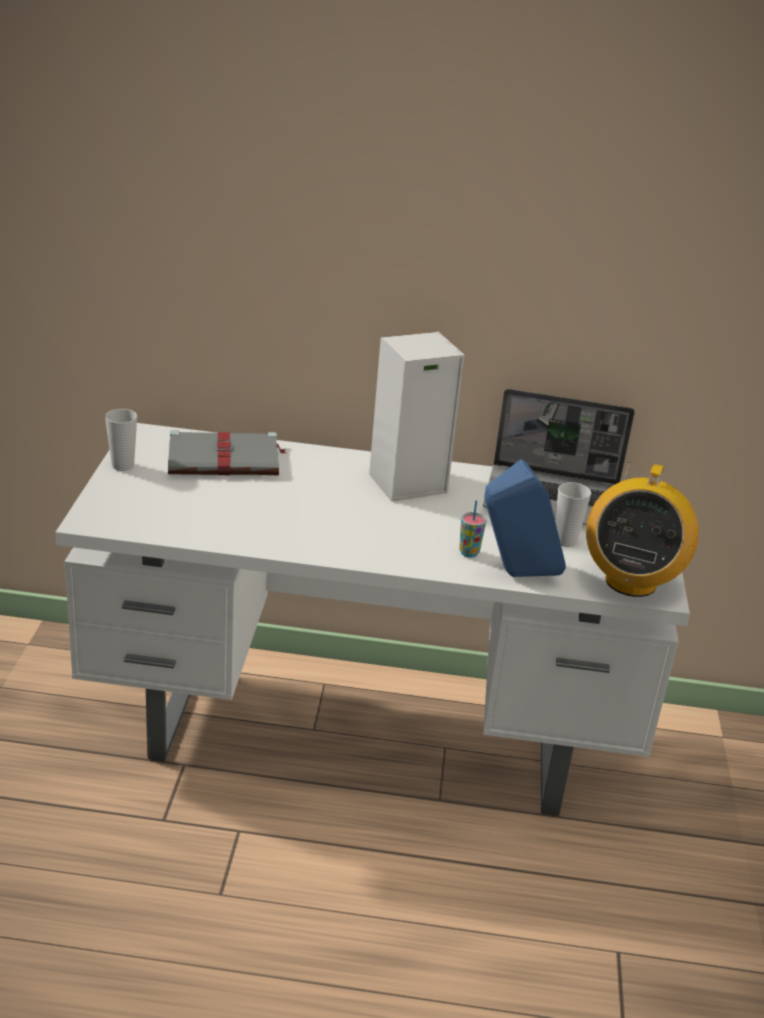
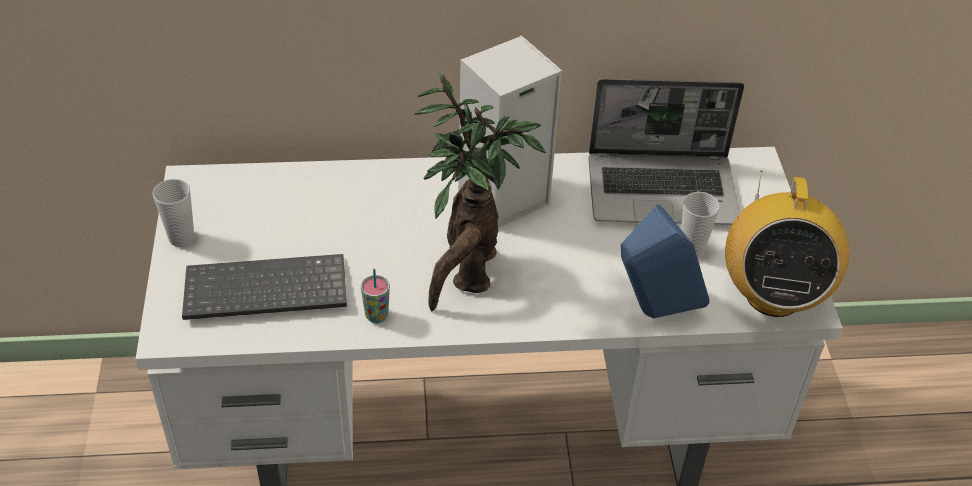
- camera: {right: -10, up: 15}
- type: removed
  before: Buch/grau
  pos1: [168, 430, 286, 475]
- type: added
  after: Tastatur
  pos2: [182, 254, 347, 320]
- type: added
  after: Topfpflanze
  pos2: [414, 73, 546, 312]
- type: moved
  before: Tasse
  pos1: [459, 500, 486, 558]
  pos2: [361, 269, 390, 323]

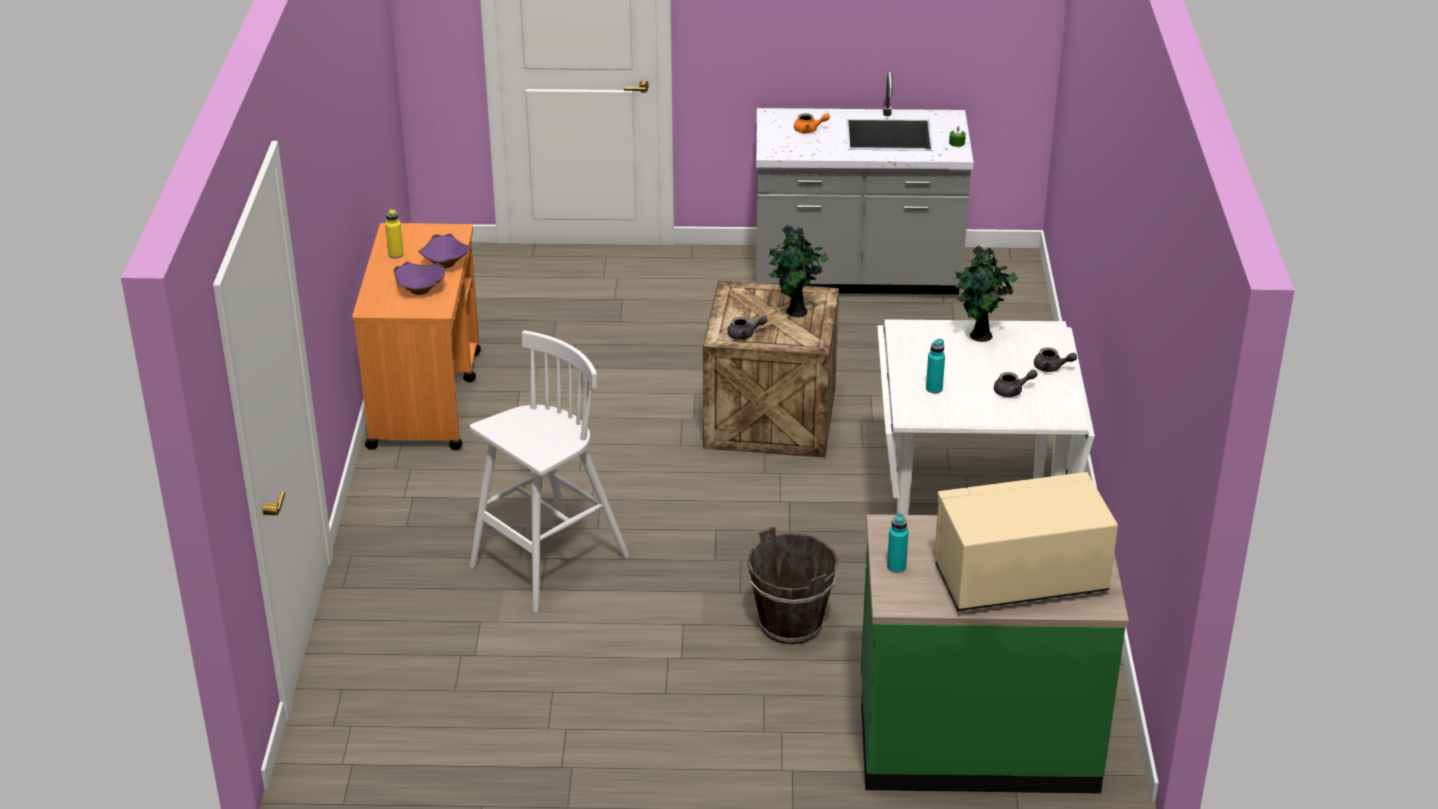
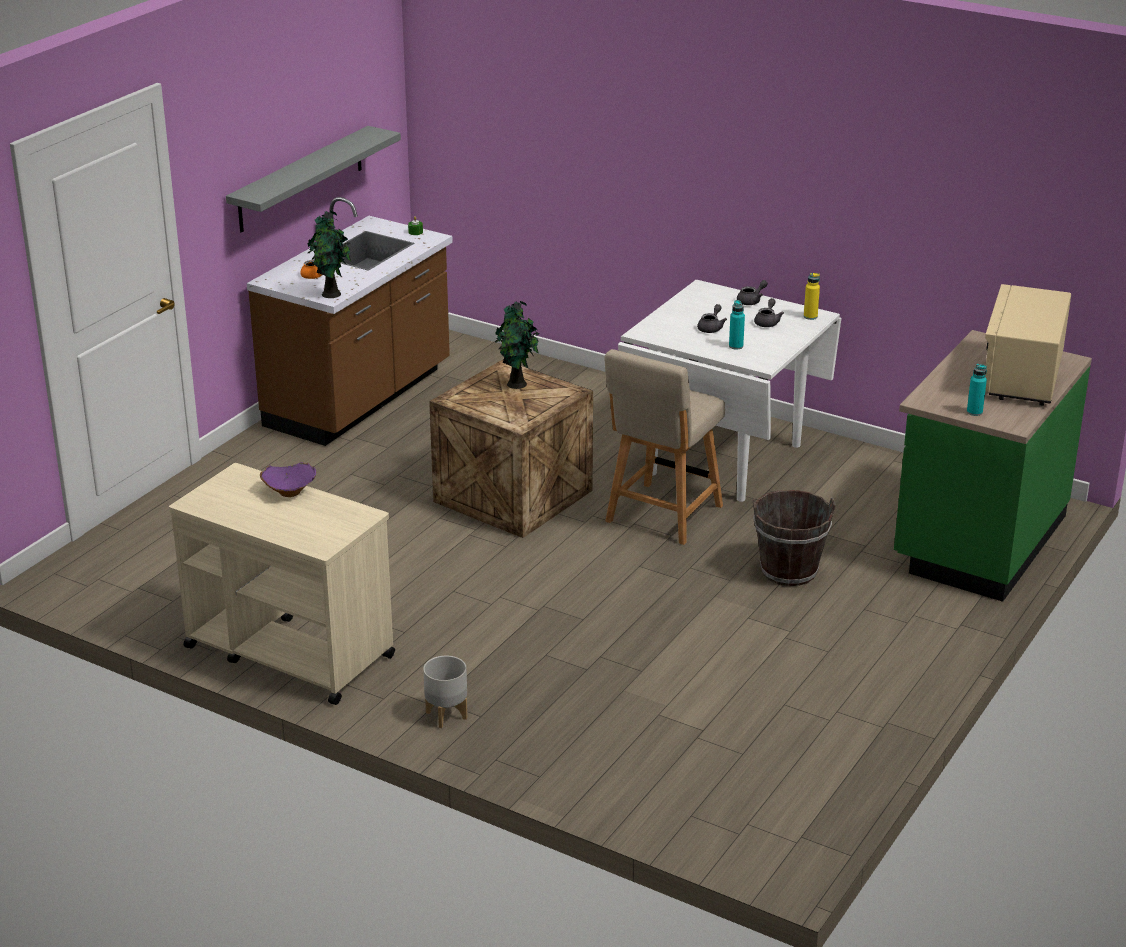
- camera: {right: -60, up: -5}
- type: removed
  before: Schüssel/lila
  pos1: [394, 261, 445, 295]
- type: removed
  before: Hocker/weiß
  pos1: [470, 330, 629, 612]
- type: added
  after: Wandregal/grau
  pos2: [226, 126, 401, 233]
- type: added
  after: Pflanzkübel/grau
  pos2: [423, 656, 467, 728]
- type: added
  after: Stuhl/beige
  pos2: [605, 349, 725, 545]
- type: moved
  before: Flasche/gelb
  pos1: [385, 209, 404, 258]
  pos2: [804, 273, 820, 320]
- type: moved
  before: Teekanne/grau
  pos1: [727, 316, 768, 340]
  pos2: [697, 304, 727, 333]
- type: moved
  before: Topfpflanze
  pos1: [955, 245, 1018, 342]
  pos2: [308, 211, 351, 298]
- type: recoloured
  before: Rollwagen/orange
  after: Rollwagen/beige
  pos1: [352, 223, 481, 450]
  pos2: [169, 463, 395, 705]
- type: recoloured
  before: Küchenzeile/grau
  after: Küchenzeile/braun
  pos1: [756, 71, 974, 294]
  pos2: [247, 197, 453, 446]

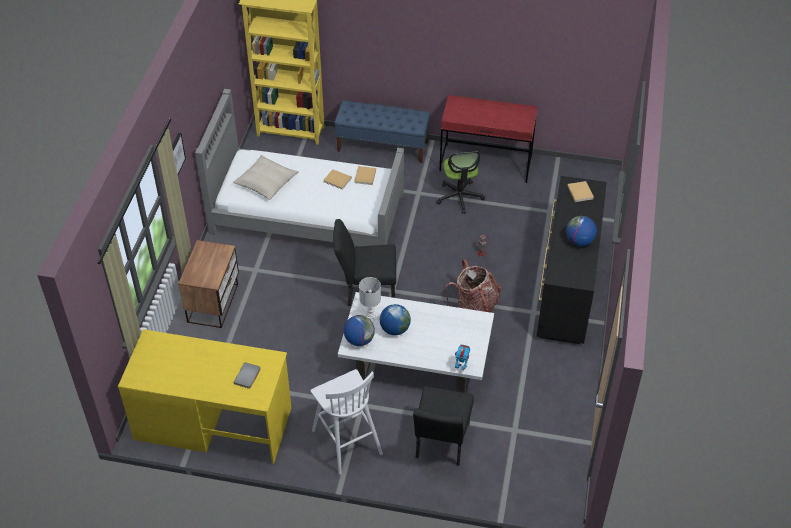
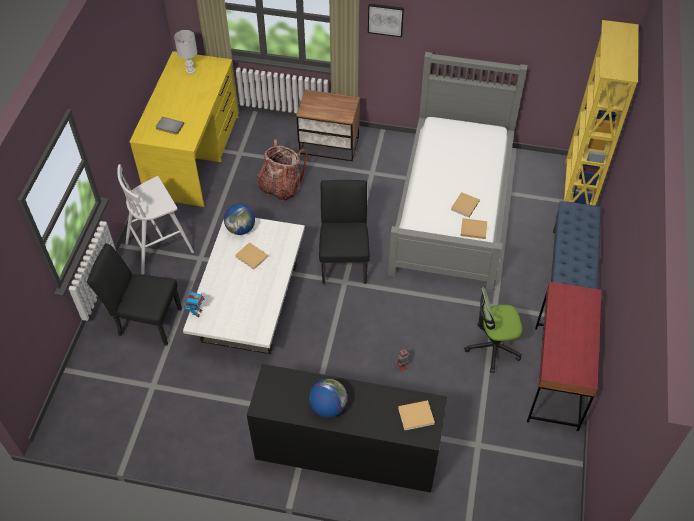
- camera: {right: 90, up: 5}
- type: removed
  before: Kissen/beige
  pos1: [233, 155, 299, 200]
- type: moved
  before: Tischlampe/weiß
  pos1: [359, 277, 381, 319]
  pos2: [174, 30, 197, 74]
- type: moved
  before: Rucksack
  pos1: [445, 259, 501, 313]
  pos2: [257, 139, 307, 201]
- type: replaced
  before: Globus
  after: Buch/beige
  pos1: [380, 304, 411, 335]
  pos2: [235, 242, 268, 270]

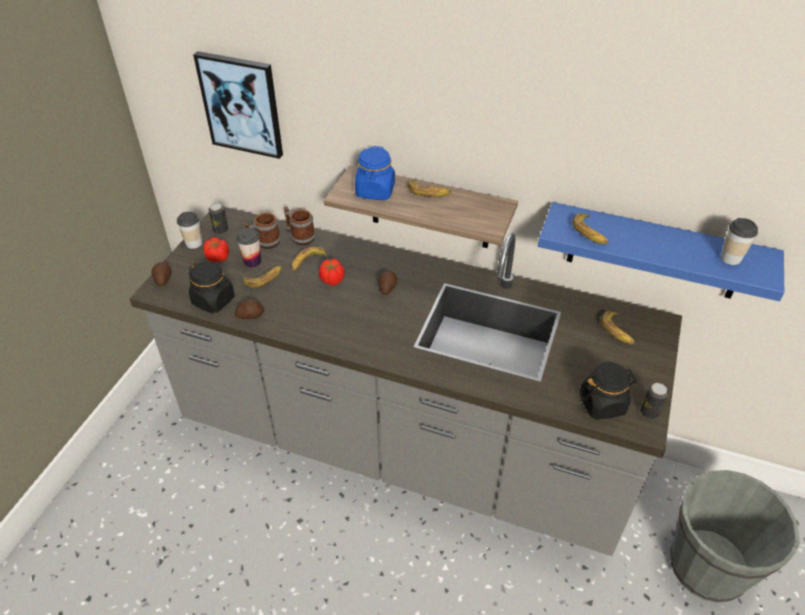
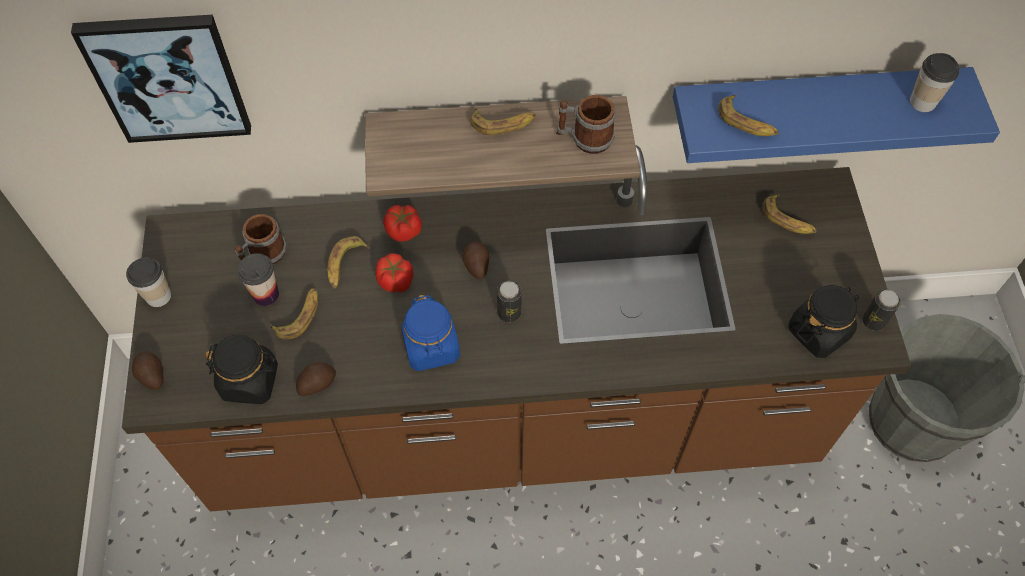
- camera: {right: -25, up: 15}
- type: moved
  before: Tomate
  pos1: [203, 237, 229, 262]
  pos2: [383, 205, 422, 242]
- type: moved
  before: Dose
  pos1: [208, 203, 228, 234]
  pos2: [497, 281, 522, 322]
- type: moved
  before: Henkelbecher
  pos1: [284, 207, 316, 245]
  pos2: [556, 95, 616, 154]
- type: moved
  before: Vorratsglas/blau
  pos1: [355, 146, 395, 200]
  pos2: [401, 295, 460, 371]
- type: recoloured
  before: Küchenzeile/grau
  after: Küchenzeile/braun
  pos1: [129, 207, 682, 556]
  pos2: [122, 145, 911, 511]

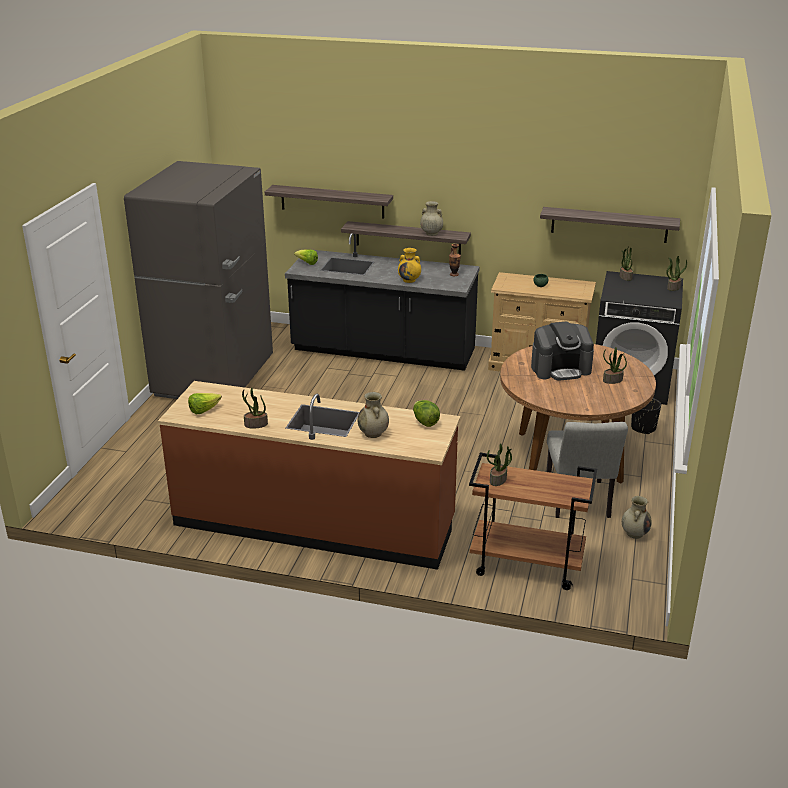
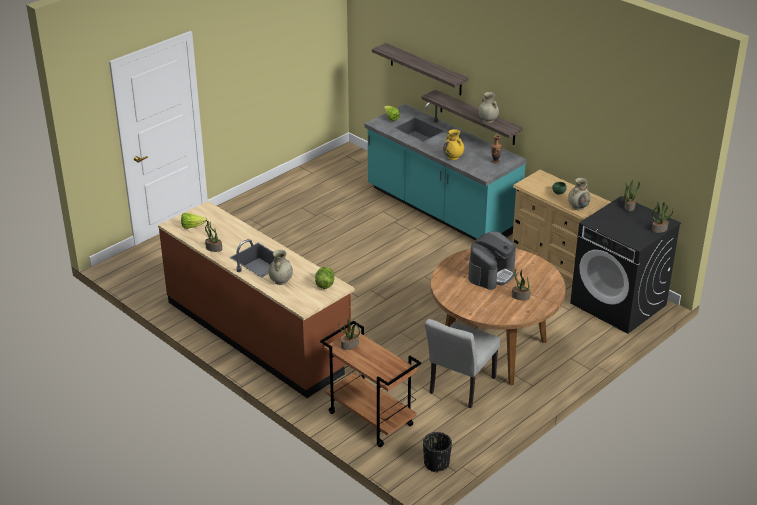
- camera: {right: 30, up: 5}
- type: removed
  before: Kühlschrank/grau
  pos1: [124, 161, 273, 399]
- type: removed
  before: Wandregal
  pos1: [540, 207, 680, 243]
- type: moved
  before: Vase/beige
  pos1: [622, 496, 652, 539]
  pos2: [568, 178, 591, 210]
- type: moved
  before: Pflanzkübel/schwarz
  pos1: [631, 398, 661, 434]
  pos2: [423, 432, 452, 472]
- type: recoloured
  before: Küchenzeile/schwarz
  after: Küchenzeile/türkis
  pos1: [285, 233, 480, 371]
  pos2: [364, 102, 527, 240]
- type: turned
  before: Kaffeemaschine
  pos1: [531, 322, 594, 381]
  pos2: [468, 231, 516, 290]
  turn: -75

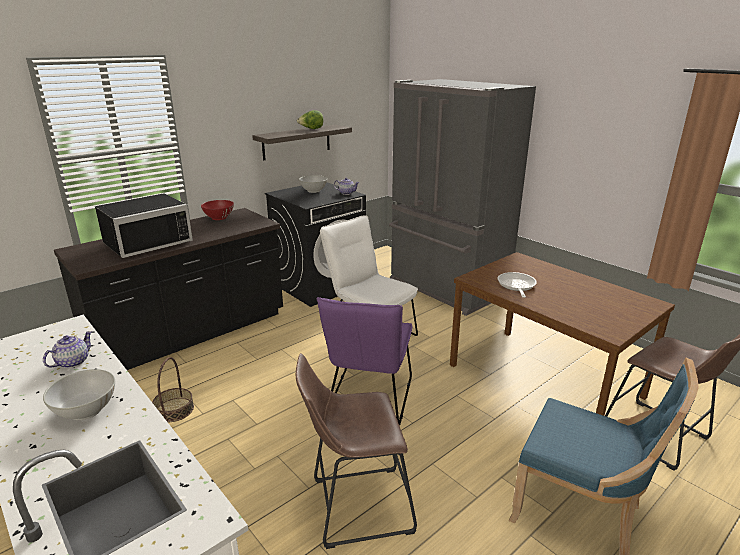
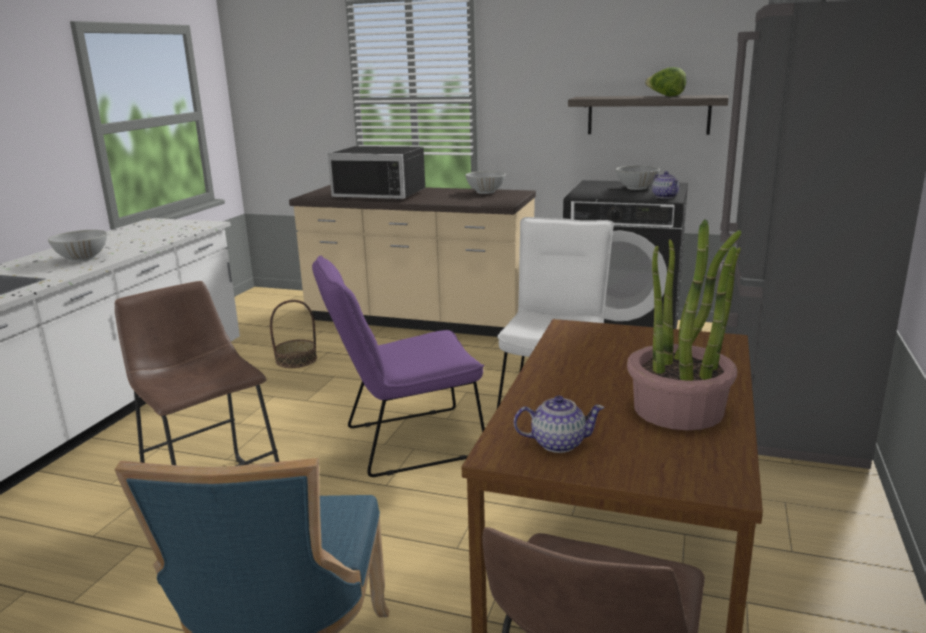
- camera: {right: 60, up: -5}
- type: removed
  before: Pfanne
  pos1: [498, 272, 537, 298]
- type: added
  after: Topfpflanze
  pos2: [627, 219, 741, 430]
- type: moved
  before: Teekanne
  pos1: [43, 331, 92, 368]
  pos2: [514, 396, 605, 453]
- type: recoloured
  before: Küchenzeile/schwarz
  after: Küchenzeile/beige
  pos1: [54, 208, 283, 370]
  pos2: [289, 185, 536, 337]
- type: recoloured
  before: Schüssel/rot
  after: Schüssel/weiß
  pos1: [201, 200, 234, 220]
  pos2: [465, 171, 506, 194]

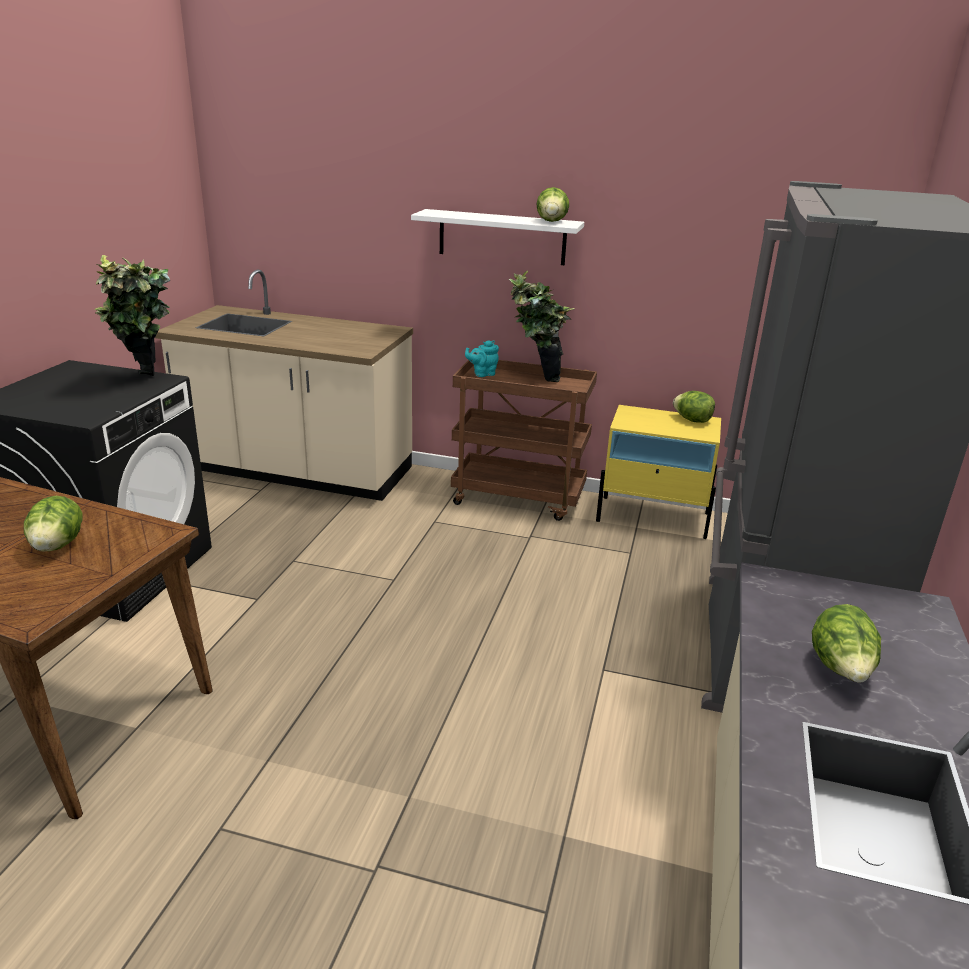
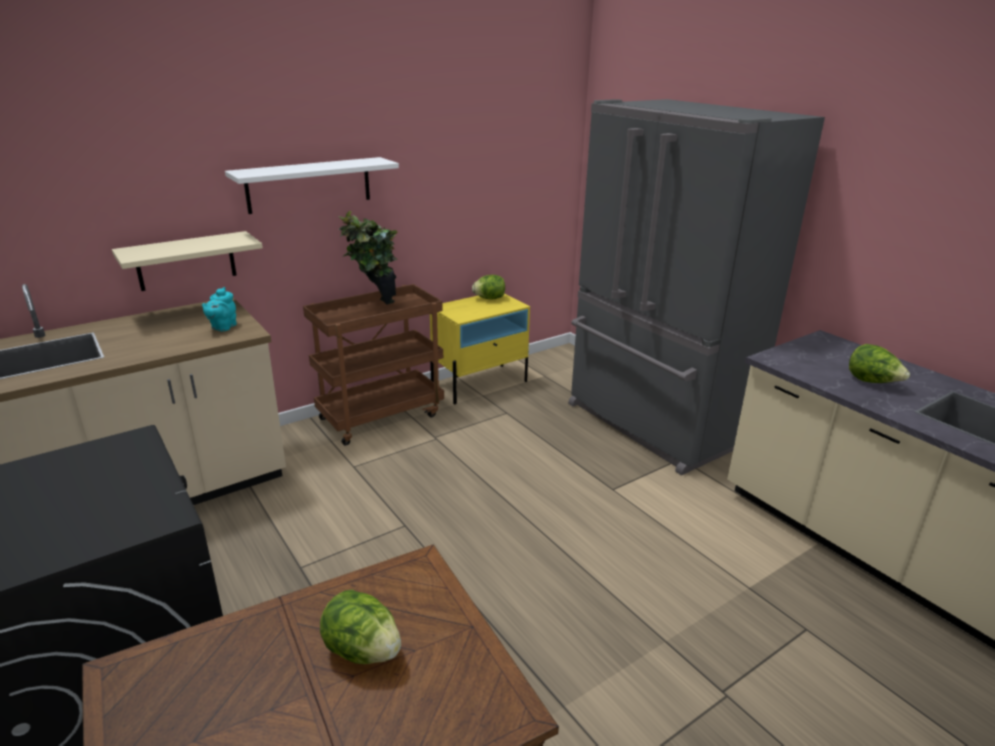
- camera: {right: -50, up: 0}
- type: removed
  before: Topfpflanze
  pos1: [94, 255, 170, 376]
- type: removed
  before: Salatkopf
  pos1: [537, 187, 569, 222]
- type: added
  after: Wandregal/beige
  pos2: [112, 231, 263, 291]
- type: moved
  before: Teekanne/türkis
  pos1: [465, 340, 499, 377]
  pos2: [202, 287, 237, 332]

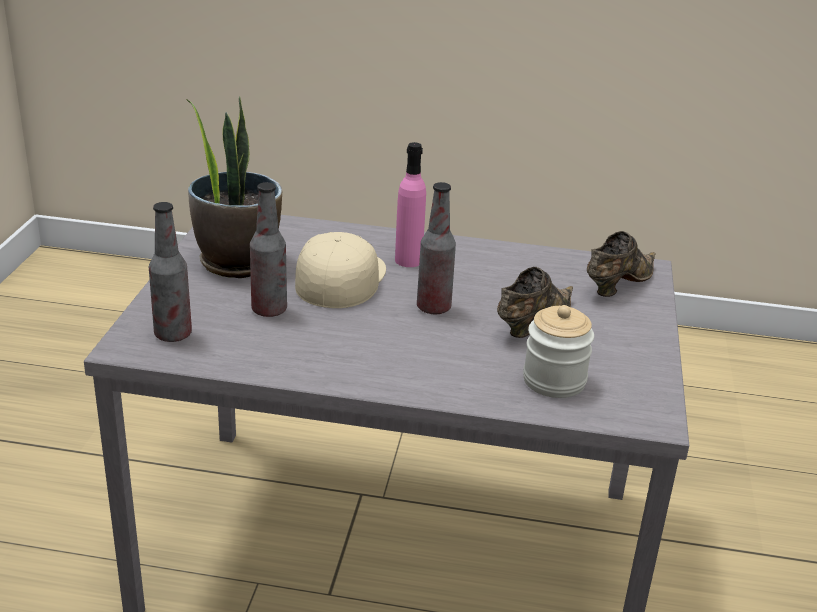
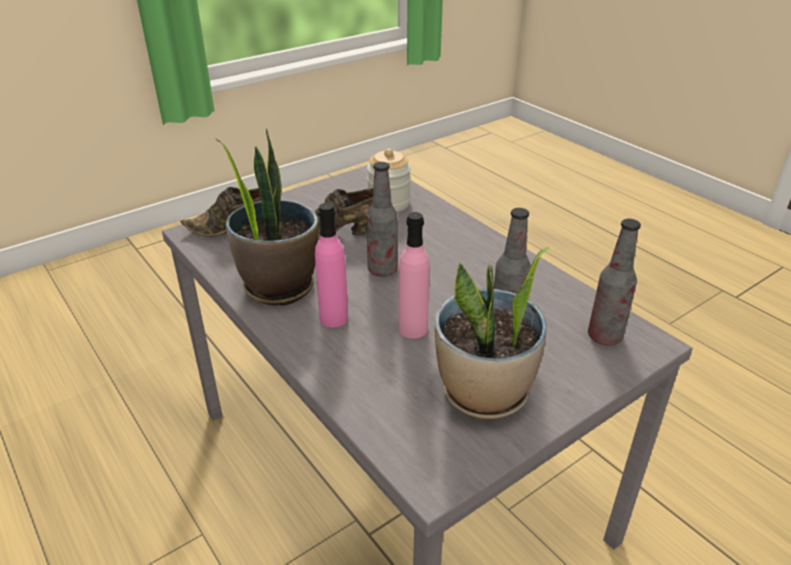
- camera: {right: -135, up: 5}
- type: added
  after: Topfpflanze
  pos2: [215, 128, 318, 306]
- type: replaced
  before: Kappe/beige
  after: Flasche/rosa
  pos1: [295, 232, 386, 308]
  pos2: [399, 212, 430, 339]

